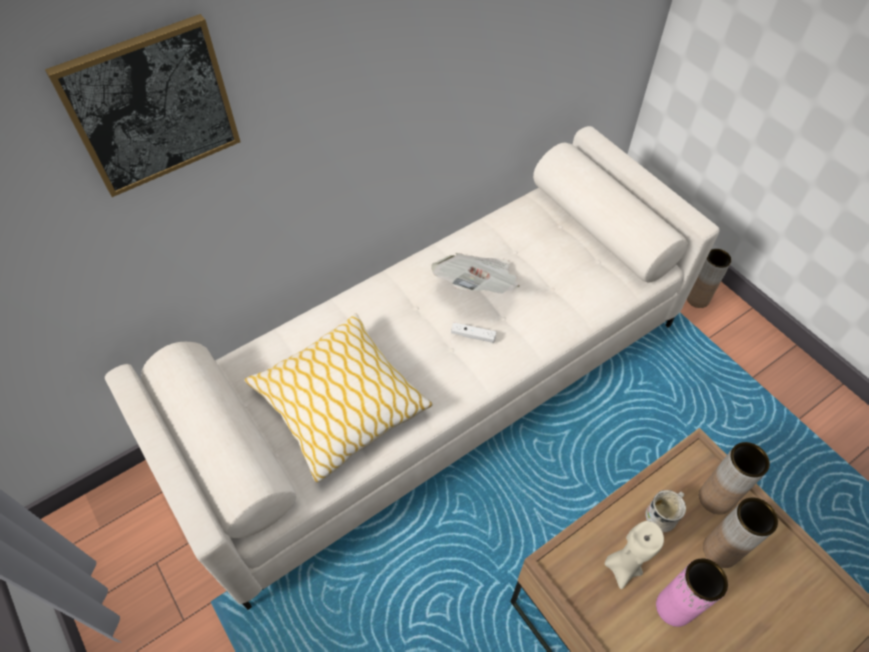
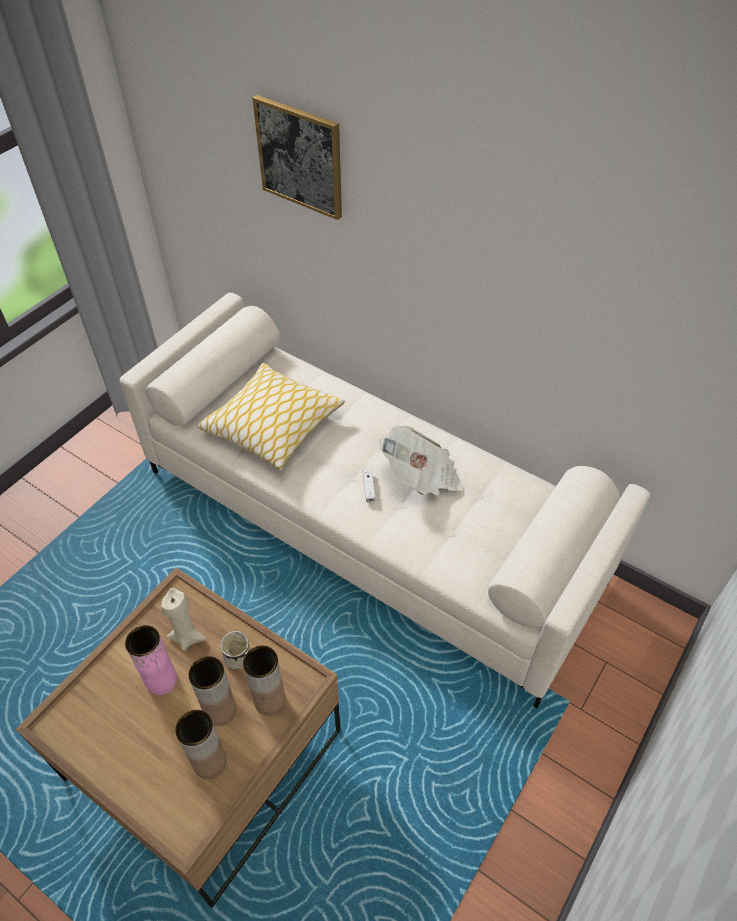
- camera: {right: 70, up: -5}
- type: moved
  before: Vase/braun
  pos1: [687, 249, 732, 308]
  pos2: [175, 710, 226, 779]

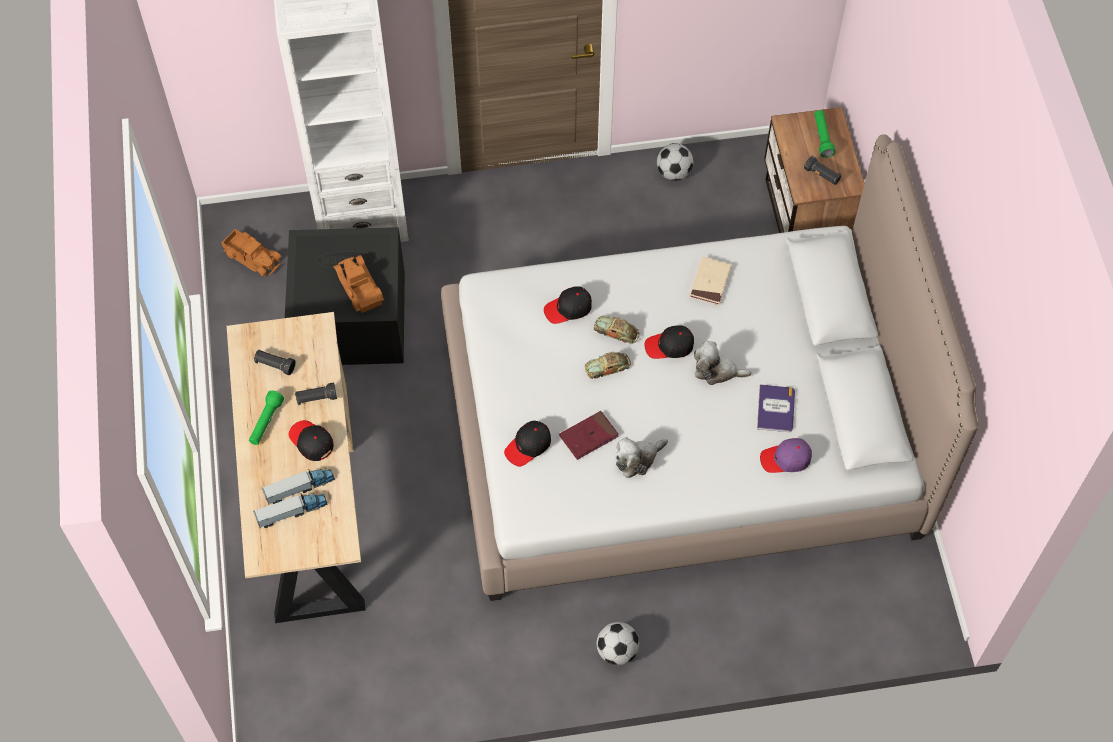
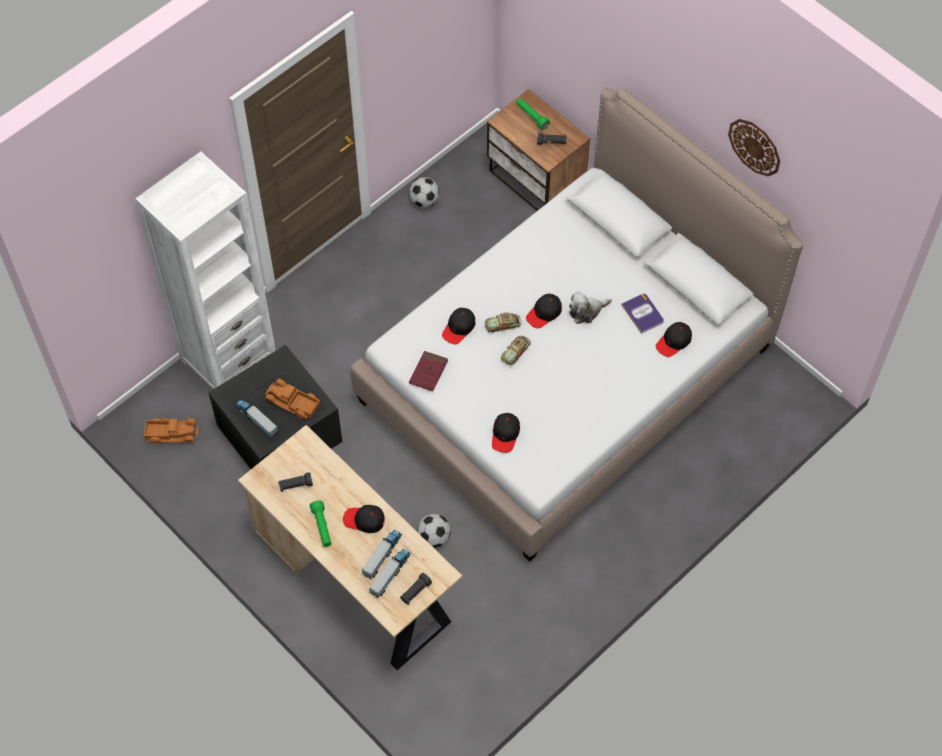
- camera: {right: -35, up: 0}
- type: removed
  before: Plüschtier
  pos1: [615, 437, 668, 478]
- type: removed
  before: Buch/beige
  pos1: [689, 256, 732, 305]
- type: added
  after: Spielzeuglaster
  pos2: [235, 400, 278, 438]
- type: added
  after: Wanduhr
  pos2: [728, 119, 780, 176]
- type: moved
  before: Taschenlampe/schwarz
  pos1: [295, 383, 337, 405]
  pos2: [400, 573, 432, 605]
- type: moved
  before: Buch/rot
  pos1: [559, 411, 619, 460]
  pos2: [409, 351, 448, 391]
- type: moved
  before: Fußball
  pos1: [597, 622, 639, 665]
  pos2: [417, 514, 451, 548]
- type: recoloured
  before: Kappe/lila
  after: Kappe/schwarz
  pos1: [760, 438, 812, 473]
  pos2: [656, 322, 692, 357]

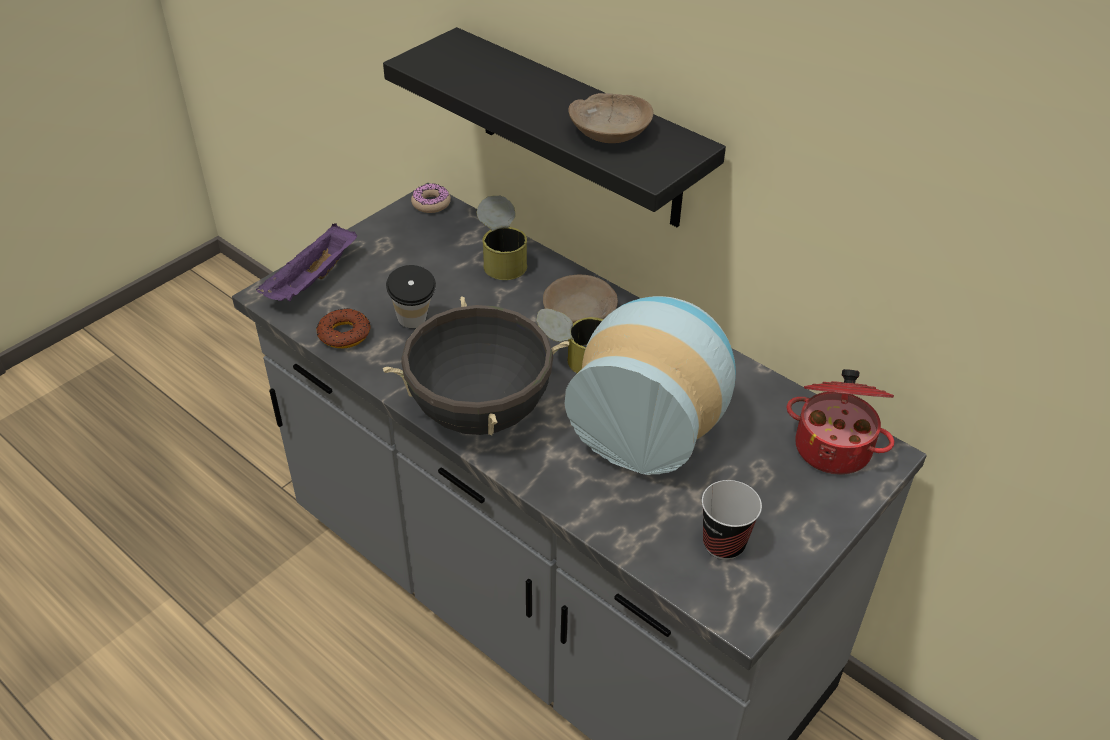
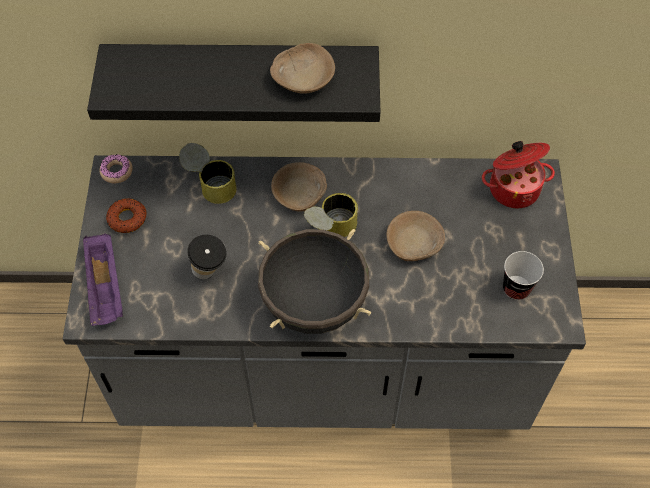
- camera: {right: -40, up: 15}
- type: moved
  before: Donut
  pos1: [317, 308, 371, 348]
  pos2: [106, 198, 147, 233]
- type: replaced
  before: Vase
  after: Schüssel/beige
  pos1: [565, 296, 736, 475]
  pos2: [387, 211, 445, 261]

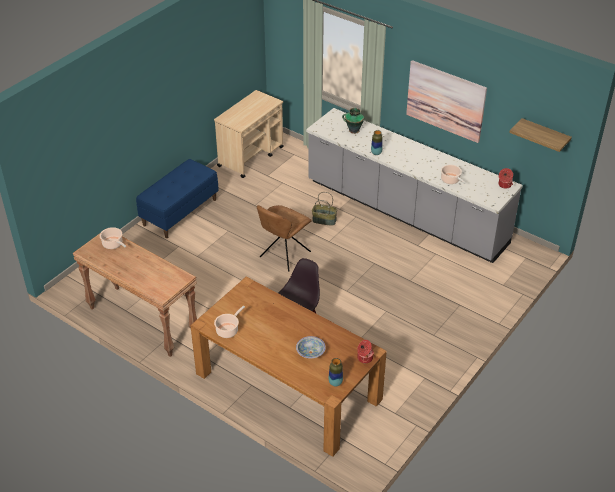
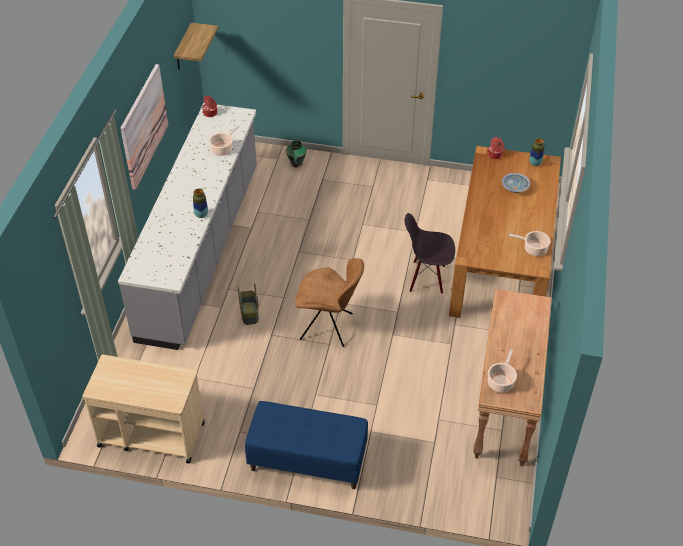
- camera: {right: -115, up: 5}
- type: moved
  before: Vase
  pos1: [342, 108, 364, 134]
  pos2: [286, 140, 307, 168]

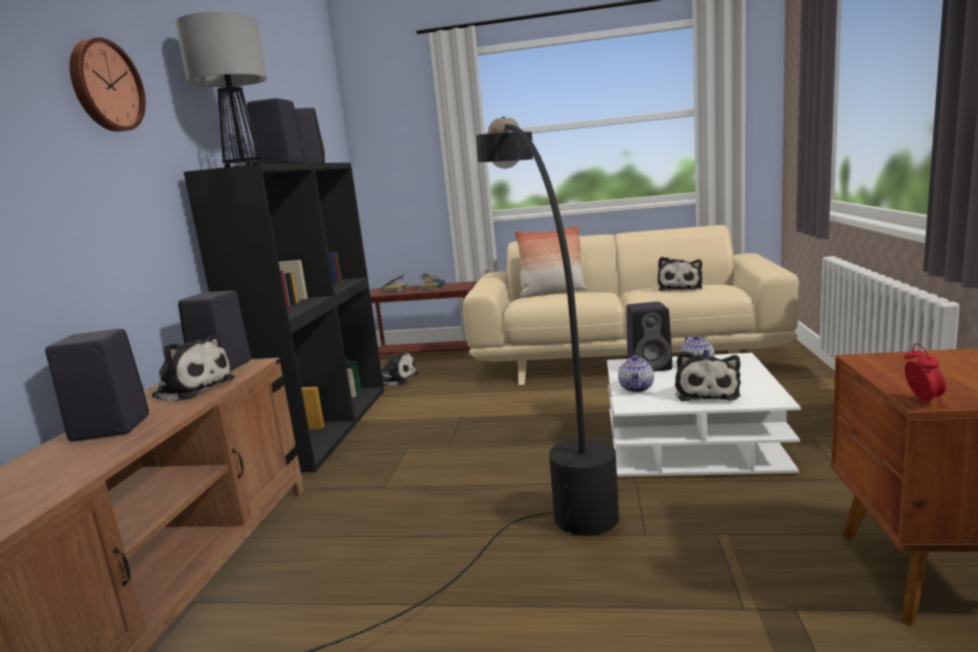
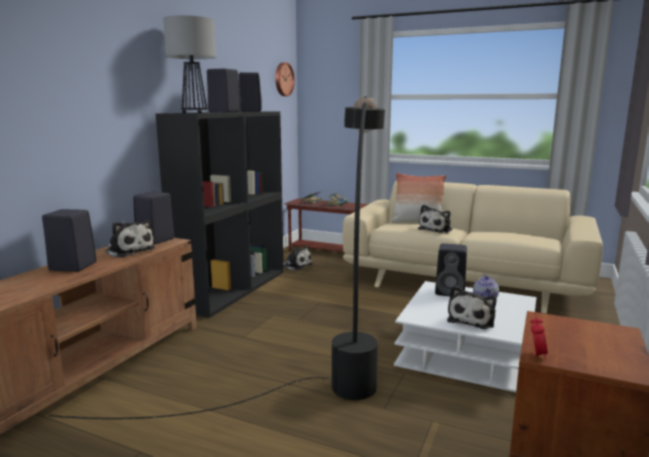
- camera: {right: 15, up: 0}
- type: removed
  before: Teekanne
  pos1: [618, 355, 654, 392]
- type: moved
  before: Wanduhr
  pos1: [69, 37, 146, 132]
  pos2: [275, 62, 295, 96]
- type: moved
  before: Plüschtier
  pos1: [658, 257, 702, 291]
  pos2: [418, 205, 452, 233]

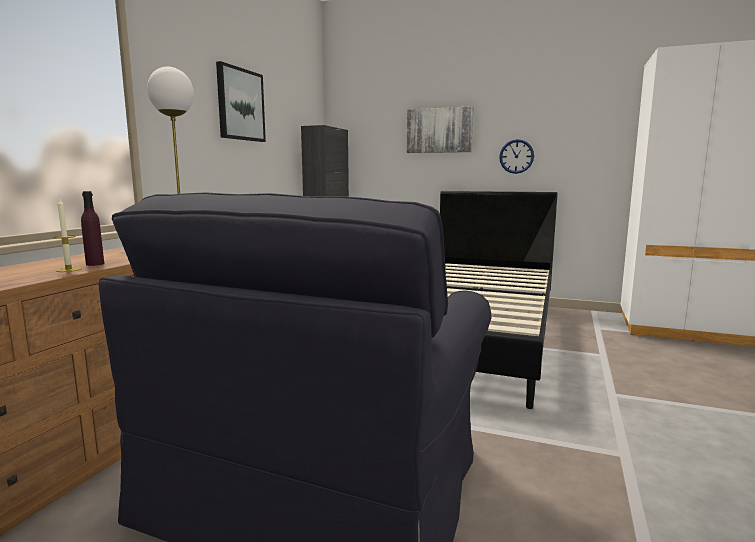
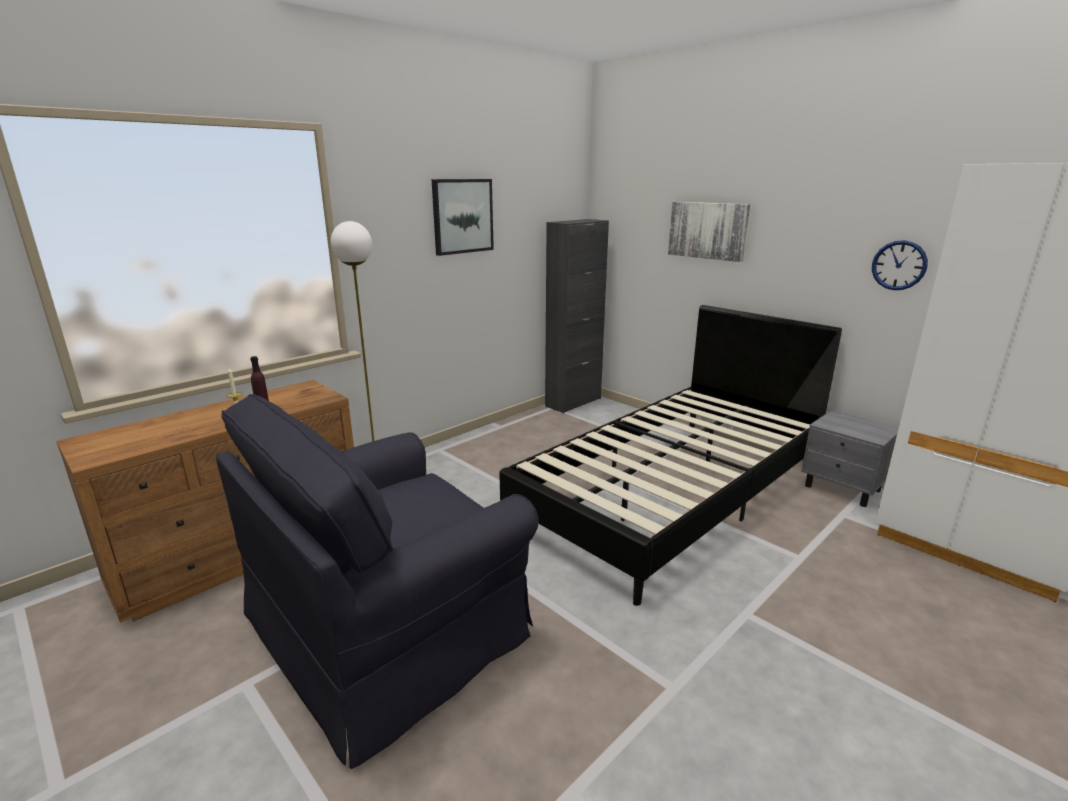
- camera: {right: 25, up: 10}
- type: added
  after: Nachttisch/grau
  pos2: [801, 410, 899, 507]
- type: moved
  before: Wanduhr
  pos1: [499, 139, 534, 174]
  pos2: [872, 240, 928, 290]

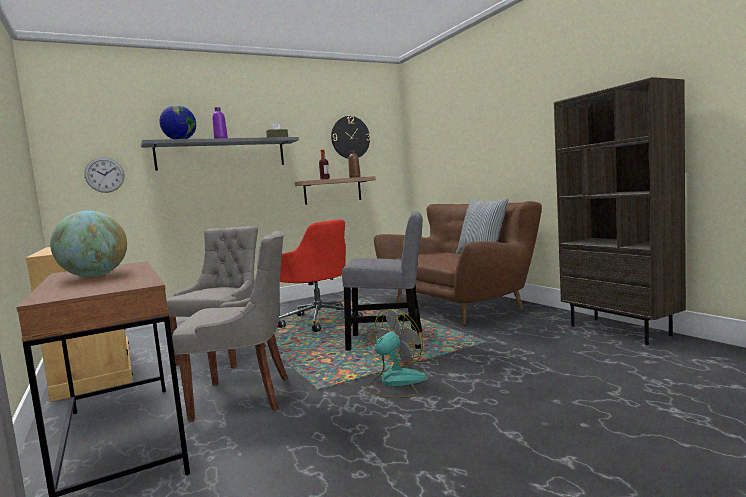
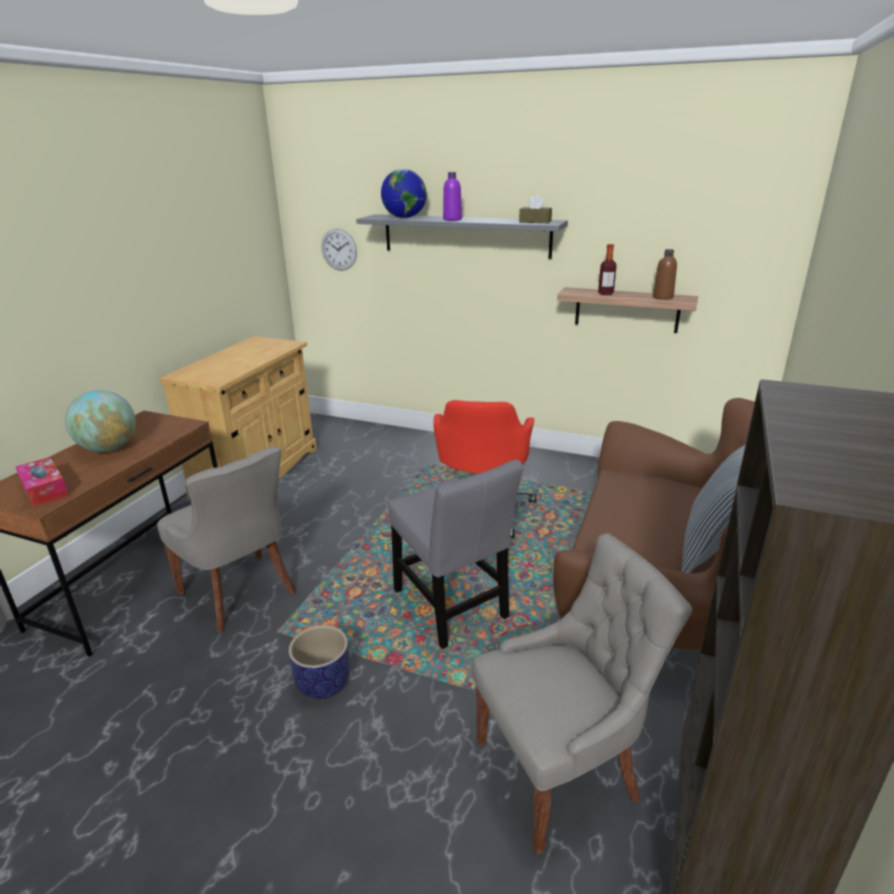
- camera: {right: 50, up: 20}
- type: removed
  before: Wanduhr
  pos1: [331, 116, 370, 159]
- type: added
  after: Taschentuchbox
  pos2: [15, 457, 69, 507]
- type: moved
  before: Stuhl/grau
  pos1: [166, 226, 266, 368]
  pos2: [472, 533, 692, 855]
- type: replaced
  before: Ventilator
  after: Pflanzkübel
  pos1: [365, 309, 426, 398]
  pos2: [288, 625, 350, 699]

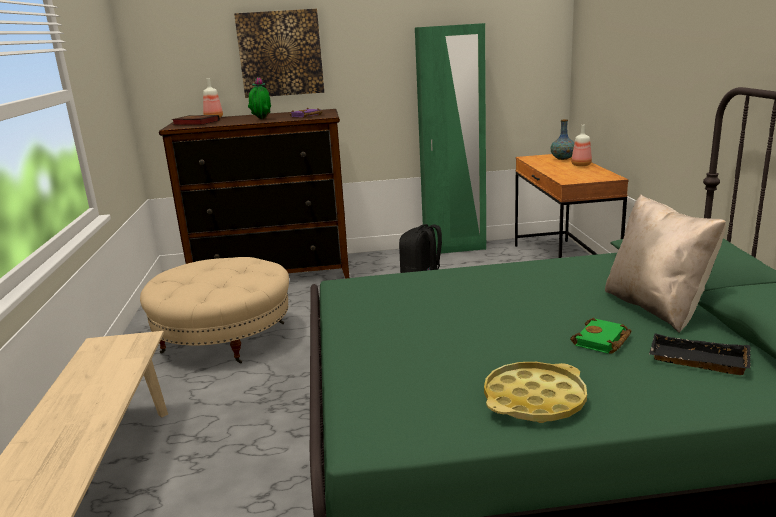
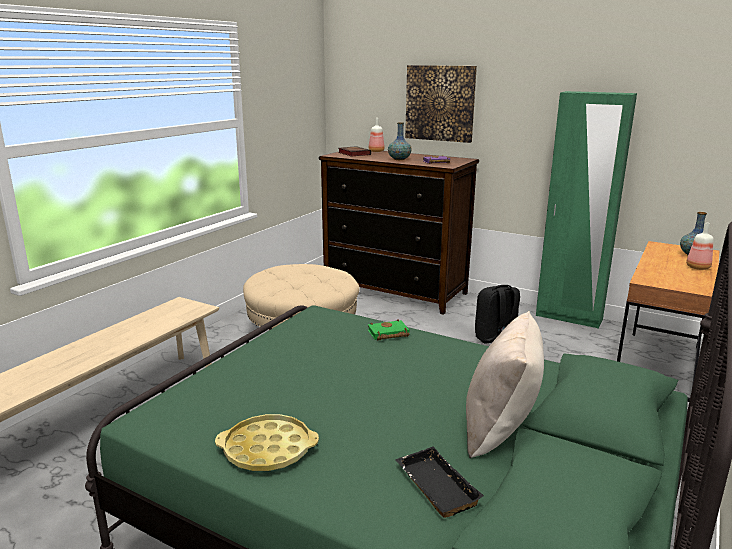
- camera: {right: 35, up: 0}
- type: moved
  before: Buch/grün
  pos1: [570, 318, 632, 354]
  pos2: [368, 319, 409, 341]
- type: replaced
  before: Topfpflanze
  after: Vase
  pos1: [248, 77, 271, 119]
  pos2: [388, 122, 412, 160]

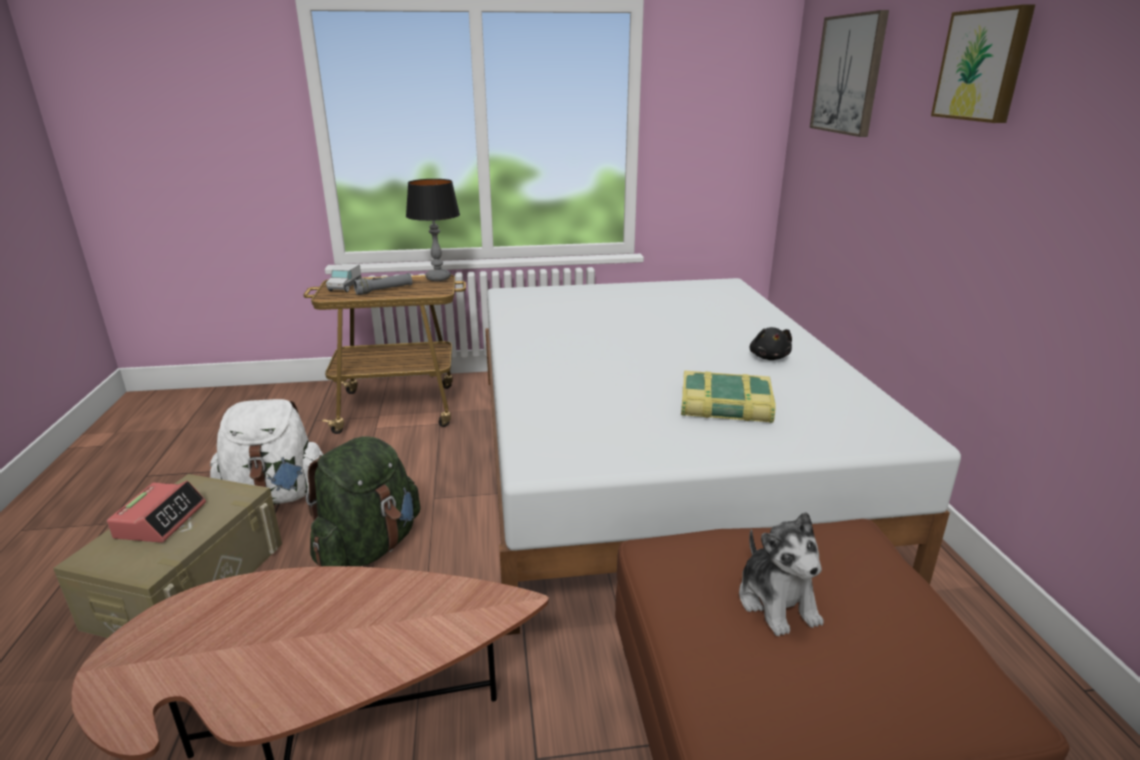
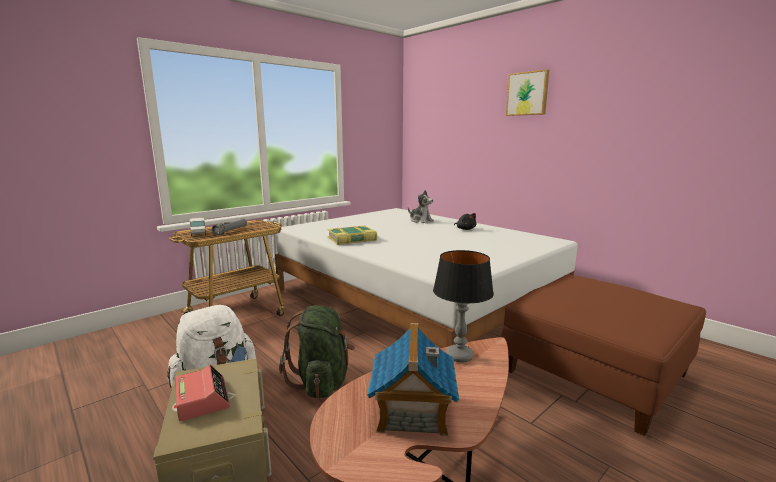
- camera: {right: -35, up: -10}
- type: removed
  before: Bild
  pos1: [810, 10, 889, 137]
- type: added
  after: Spielzeughaus
  pos2: [367, 323, 459, 436]
- type: moved
  before: Tischlampe
  pos1: [406, 179, 460, 281]
  pos2: [433, 250, 494, 363]
- type: moved
  before: Buch
  pos1: [681, 370, 776, 423]
  pos2: [327, 225, 377, 245]
- type: moved
  before: Plüschtier
  pos1: [739, 512, 824, 636]
  pos2: [408, 190, 434, 223]

